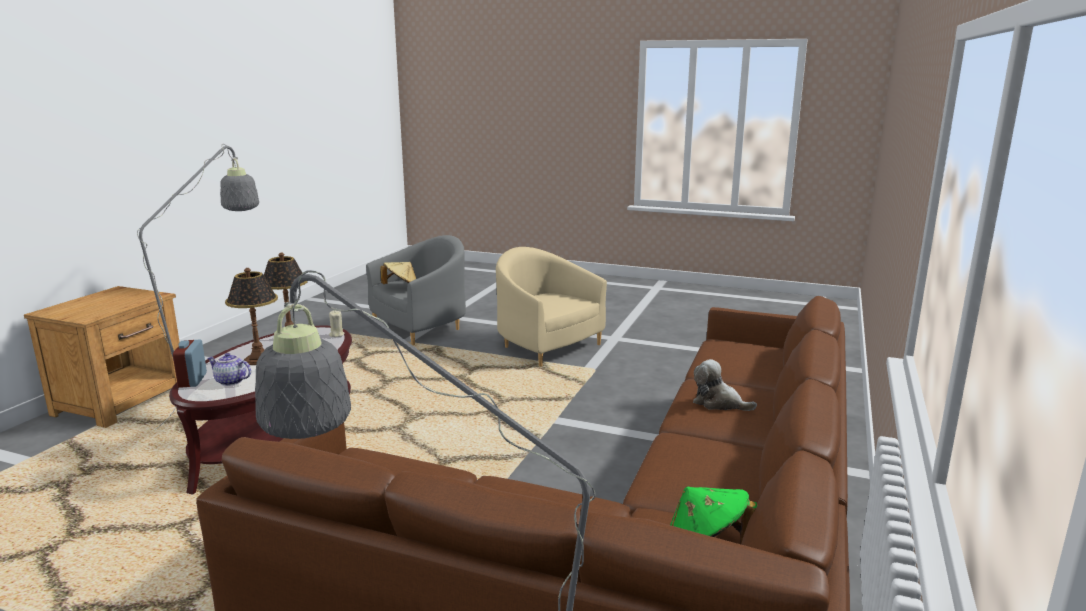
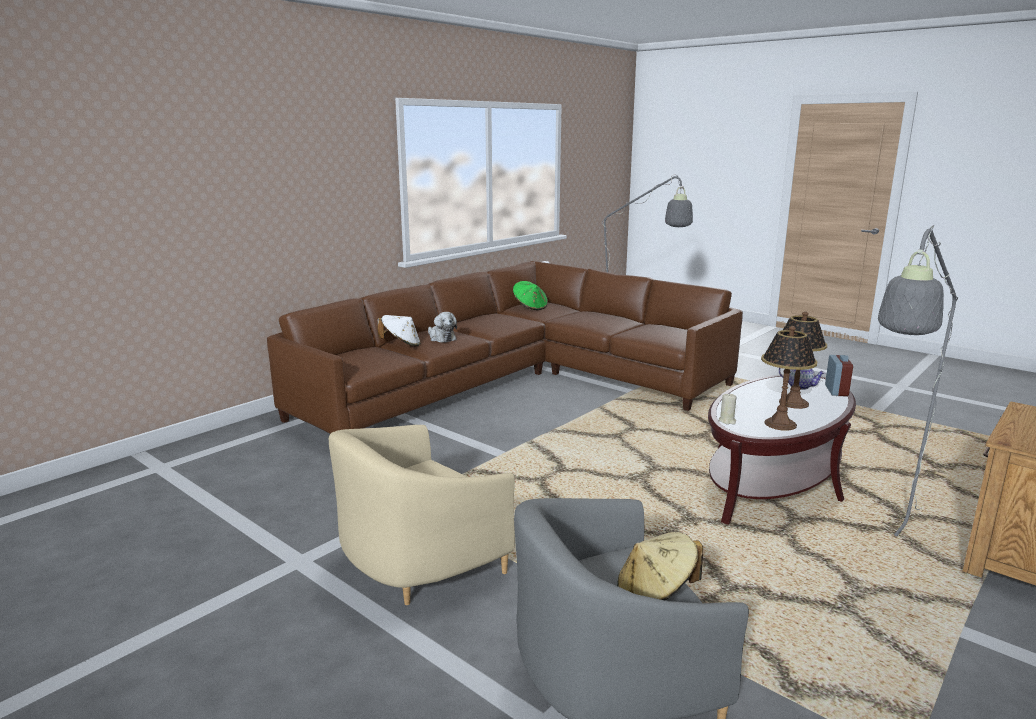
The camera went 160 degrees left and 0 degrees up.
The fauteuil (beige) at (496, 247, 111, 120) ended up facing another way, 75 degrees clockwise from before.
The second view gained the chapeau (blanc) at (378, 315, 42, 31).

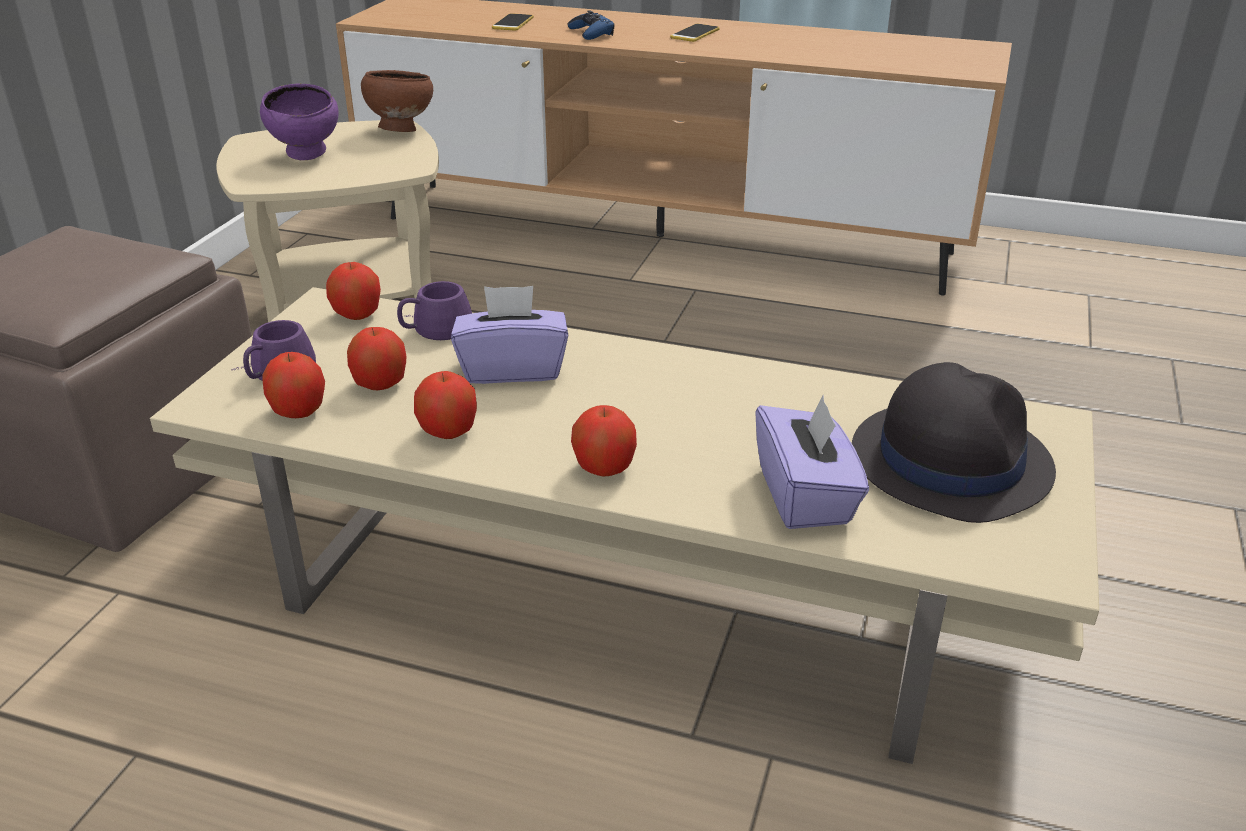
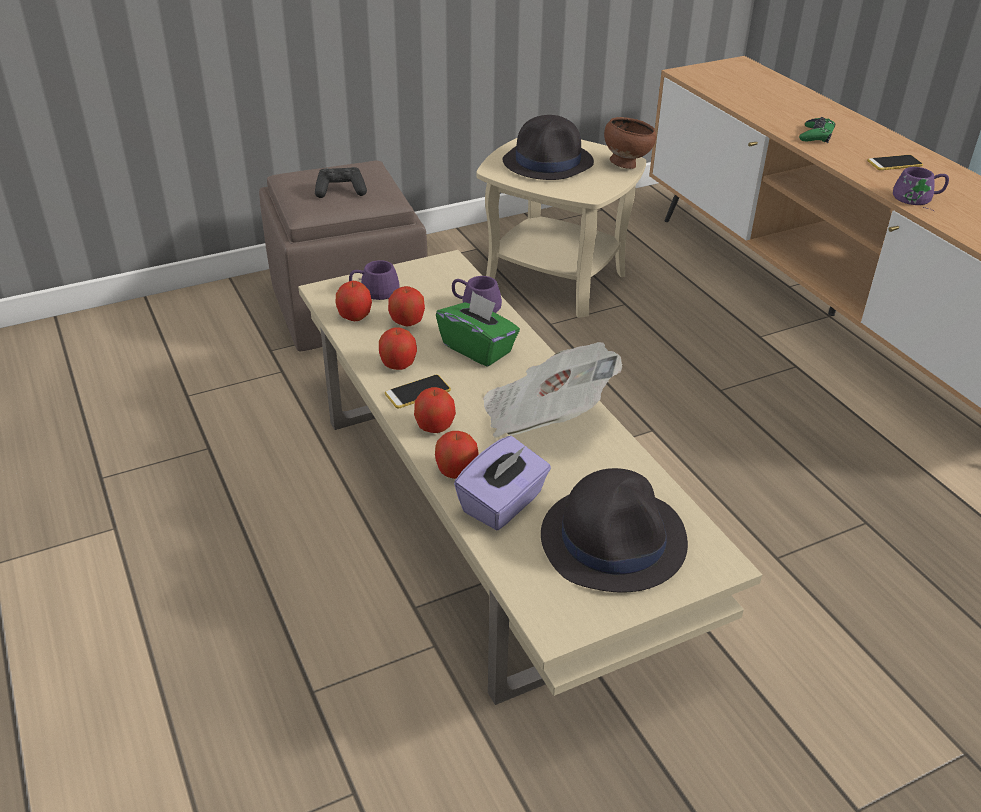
The camera went 45 degrees right and 5 degrees up.
Where the bol (violet) stood at (260, 84, 79, 76), the chapeau (noir) came to stand at (503, 115, 91, 65).
The pomme ended up elsewhere, having gone from (326, 262, 55, 58) to (435, 431, 44, 48).
What was the boîte à mouchoirs (violet) at (451, 286, 118, 98) turned into the boîte à mouchoirs (vert) at (436, 291, 84, 76).
The téléphone ended up elsewhere, having gone from (492, 13, 42, 18) to (385, 375, 66, 33).
What was the manette (bleu) at (567, 10, 48, 30) turned into the manette (vert) at (799, 117, 36, 26).
The second view gained the manette (noir) at (315, 167, 52, 31).
The second view gained the journal at (483, 342, 139, 96).
The second view gained the mug (violet) at (893, 167, 56, 44).

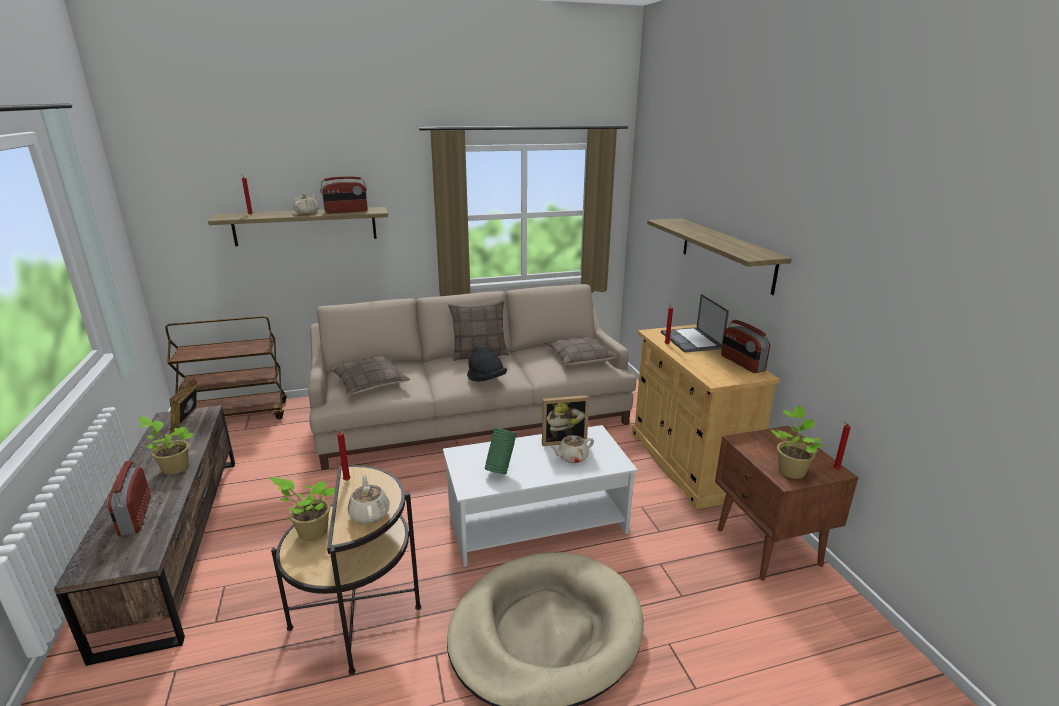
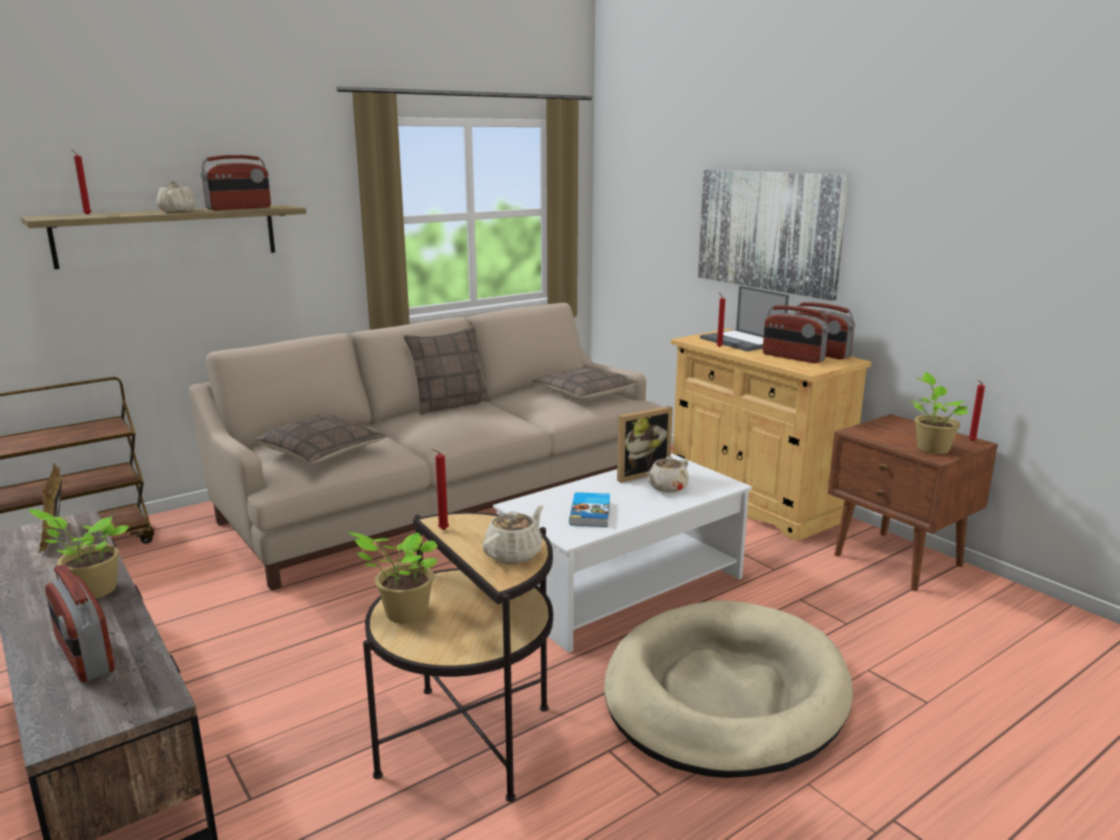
The camera went 20 degrees left and 5 degrees down.
The théière (beige) at (347, 474, 43, 50) ended up facing another way, 75 degrees clockwise from before.
The second view lost the chapeau (noir) at (467, 345, 40, 37).
Where the vase (vert) stood at (485, 428, 32, 46), the livre came to stand at (569, 492, 41, 35).
Where the étagère hung at (647, 218, 145, 77), the tableau came to hang at (698, 170, 151, 131).
The second view gained the radio at (763, 306, 66, 57).

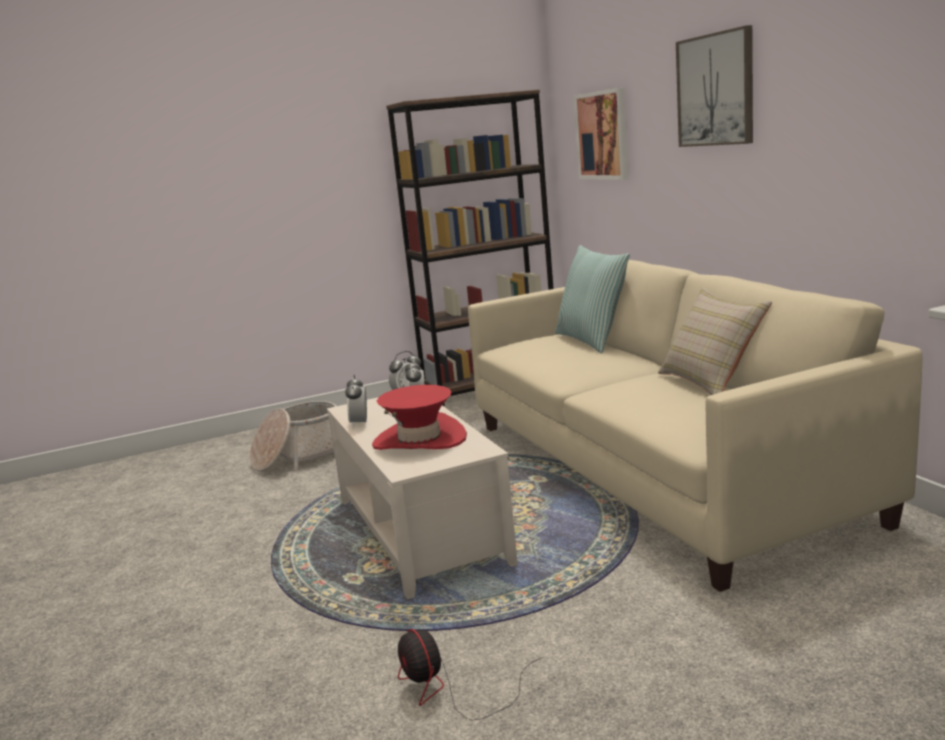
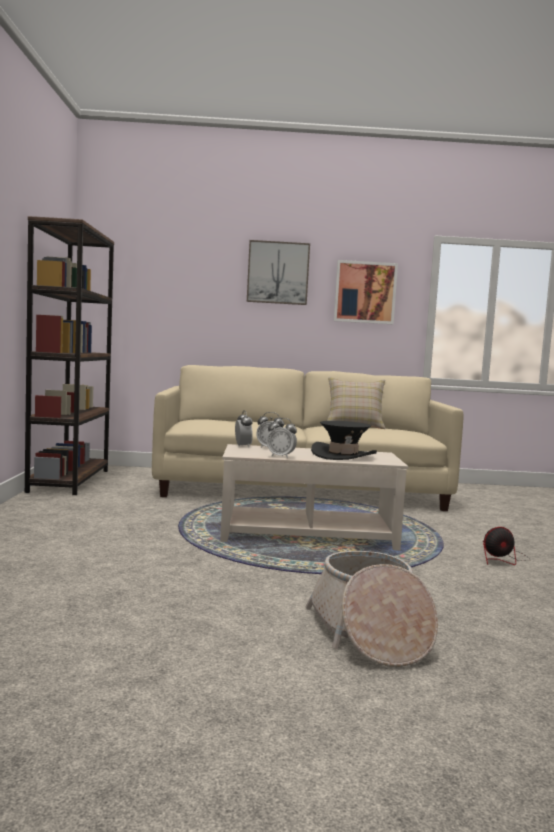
The camera went 70 degrees left and 10 degrees down.
The panier ended up elsewhere, having gone from (250, 401, 87, 71) to (305, 551, 133, 116).
What was the chapeau (rouge) at (372, 385, 95, 65) turned into the chapeau (noir) at (311, 421, 66, 39).
The second view lost the coussin at (555, 245, 75, 108).
The tableau ended up elsewhere, having gone from (574, 87, 54, 93) to (334, 260, 64, 64).

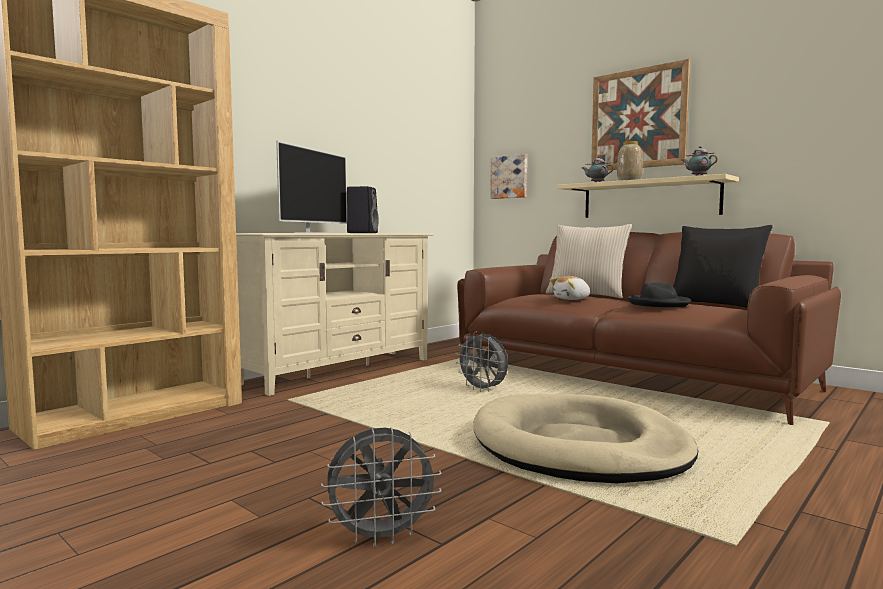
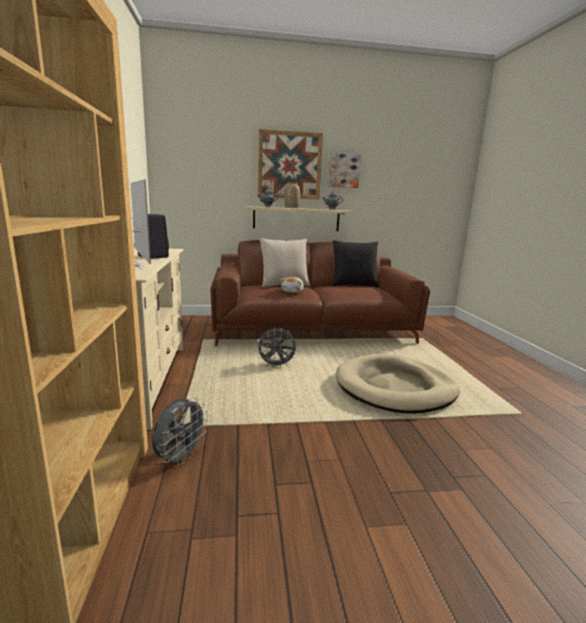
The camera went 50 degrees left and 10 degrees up.
The ventilateur (gris) ended up elsewhere, having gone from (321, 427, 120, 120) to (152, 397, 56, 70).
The tableau ended up elsewhere, having gone from (490, 154, 37, 45) to (328, 153, 33, 35).
The second view lost the chapeau (noir) at (627, 283, 64, 24).

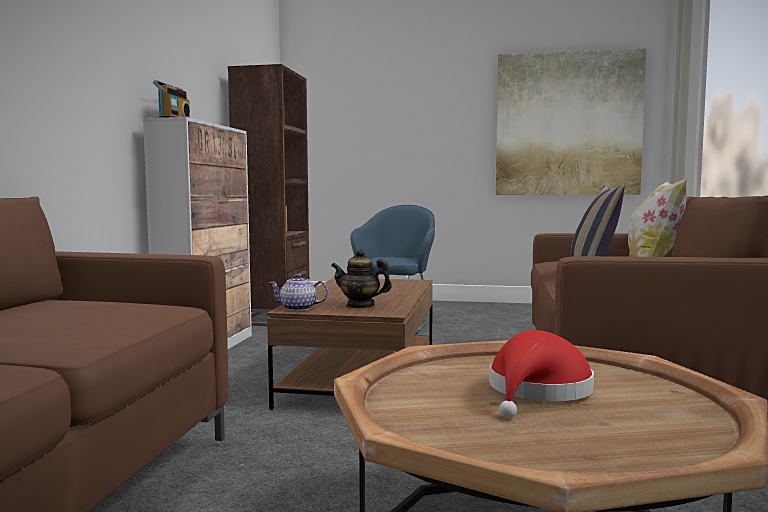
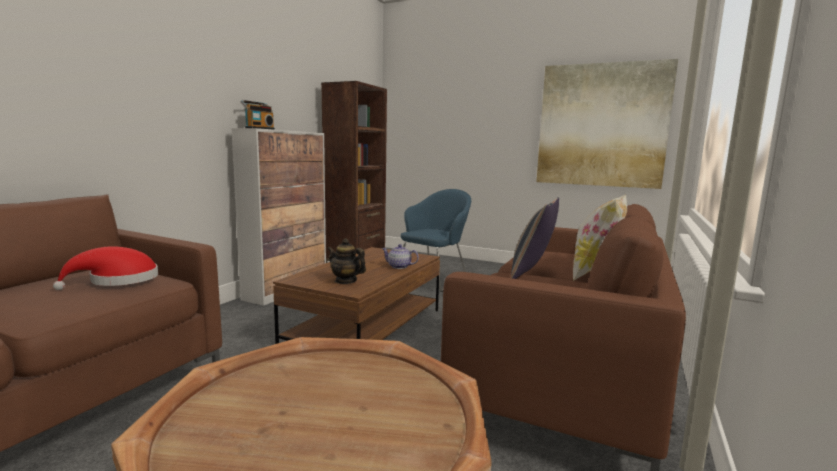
The camera went 15 degrees right and 5 degrees up.
The théière ended up elsewhere, having gone from (269, 274, 59, 37) to (381, 244, 38, 25).
The chapeau (rouge) ended up elsewhere, having gone from (489, 330, 105, 88) to (53, 246, 105, 44).

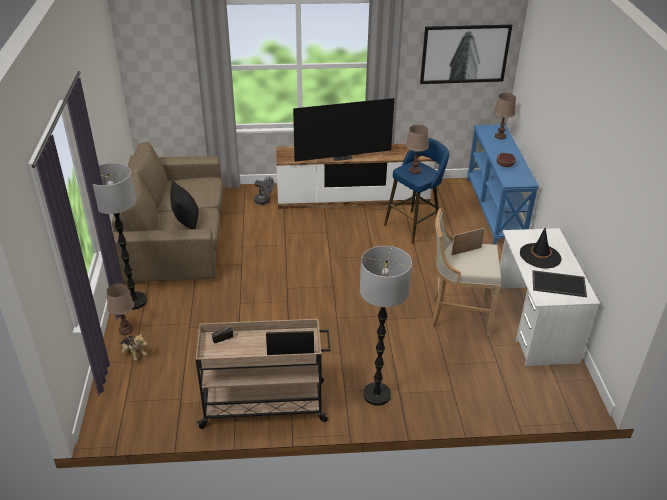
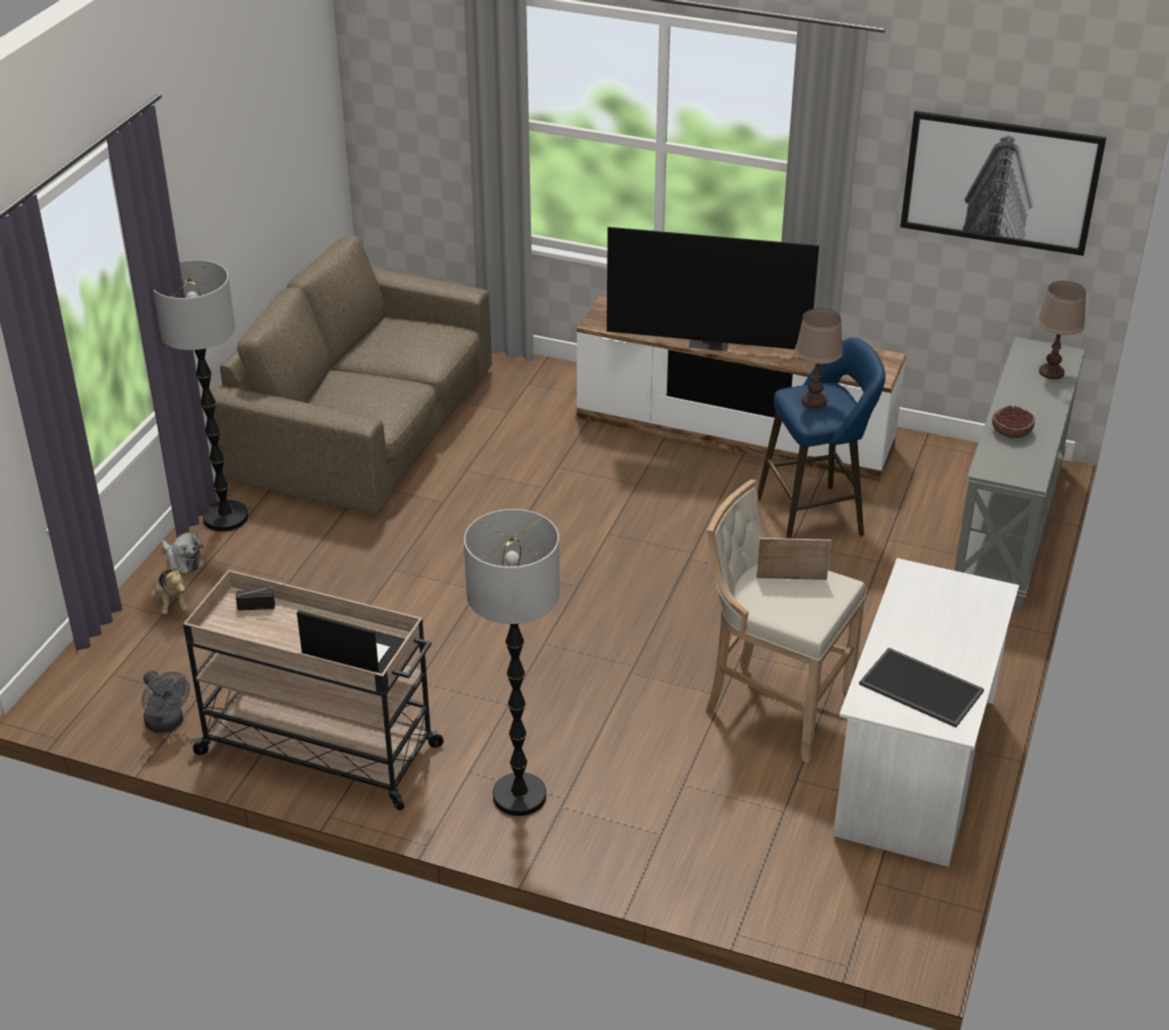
The camera went 25 degrees right and 0 degrees up.
Where the lampe de table (marron) stood at (106, 283, 28, 52), the peluche came to stand at (162, 532, 42, 41).
The second view lost the coussin (noir) at (170, 180, 29, 49).
The ventilateur (gris) ended up elsewhere, having gone from (254, 176, 20, 29) to (142, 670, 48, 63).
What was the table console (bleu) at (467, 124, 72, 121) turned into the table console (gris) at (953, 337, 133, 274).
The second view lost the chapeau (noir) at (520, 227, 42, 42).

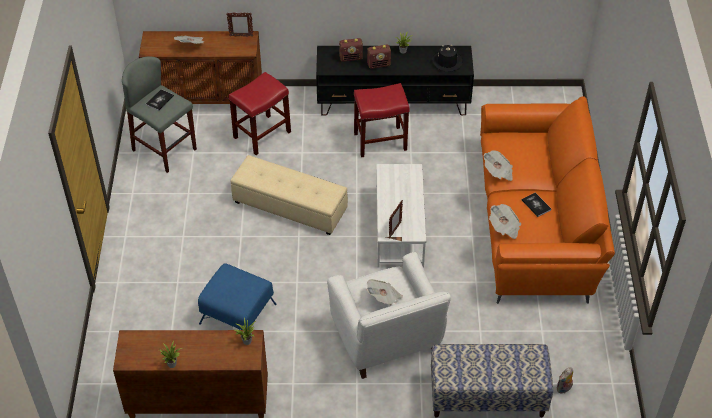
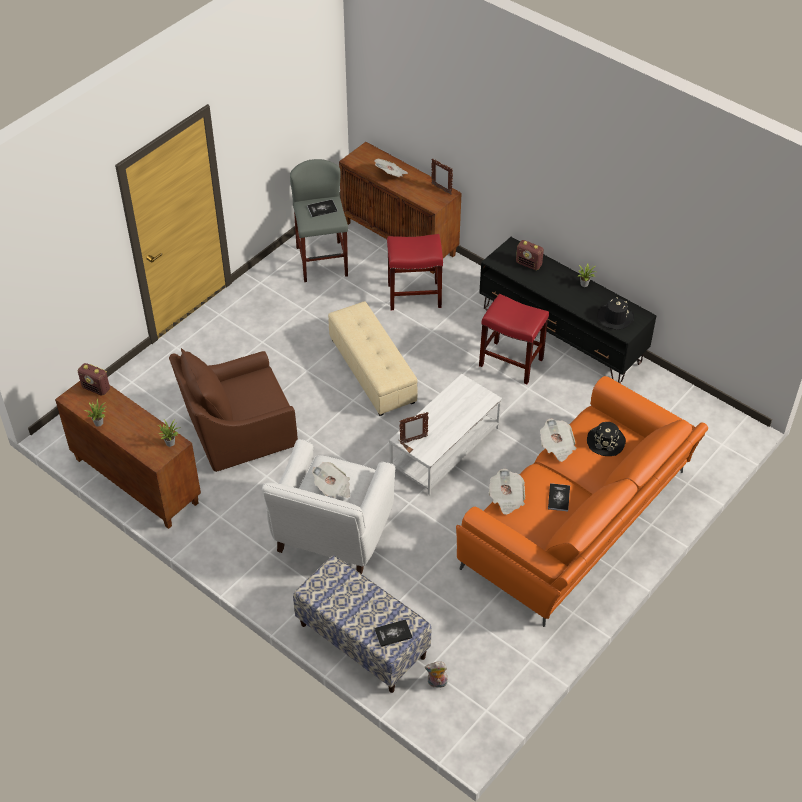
The camera went 40 degrees right and 0 degrees up.
Where the pouf (bleu) stood at (198, 263, 79, 67), the fauteuil (marron) came to stand at (169, 348, 129, 124).
The radio ended up elsewhere, having gone from (367, 45, 24, 24) to (78, 363, 32, 33).
The second view gained the livre at (374, 619, 39, 28).
The second view gained the chapeau (noir) at (587, 422, 39, 34).

